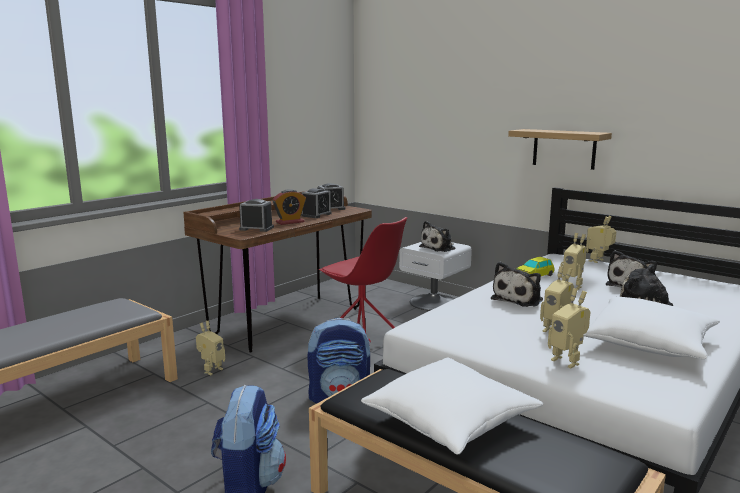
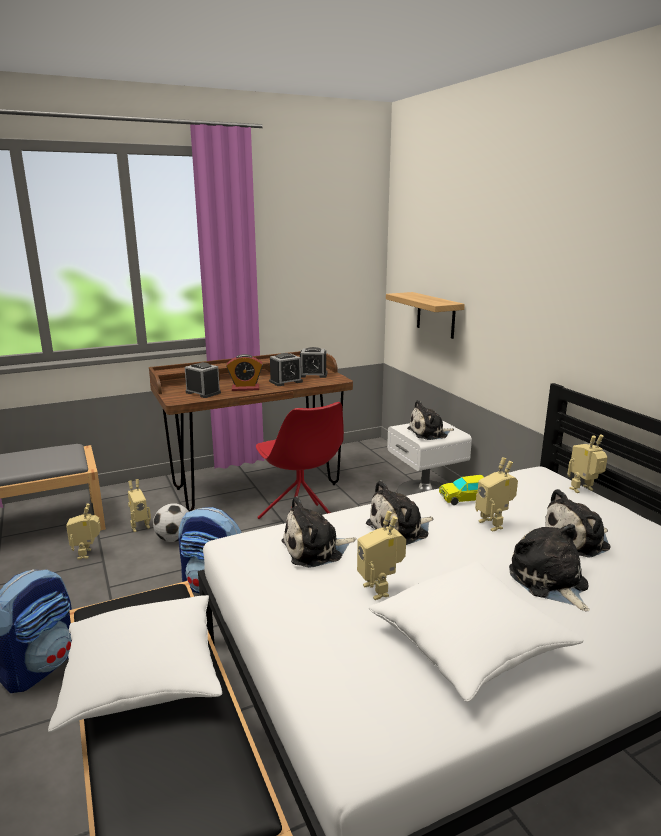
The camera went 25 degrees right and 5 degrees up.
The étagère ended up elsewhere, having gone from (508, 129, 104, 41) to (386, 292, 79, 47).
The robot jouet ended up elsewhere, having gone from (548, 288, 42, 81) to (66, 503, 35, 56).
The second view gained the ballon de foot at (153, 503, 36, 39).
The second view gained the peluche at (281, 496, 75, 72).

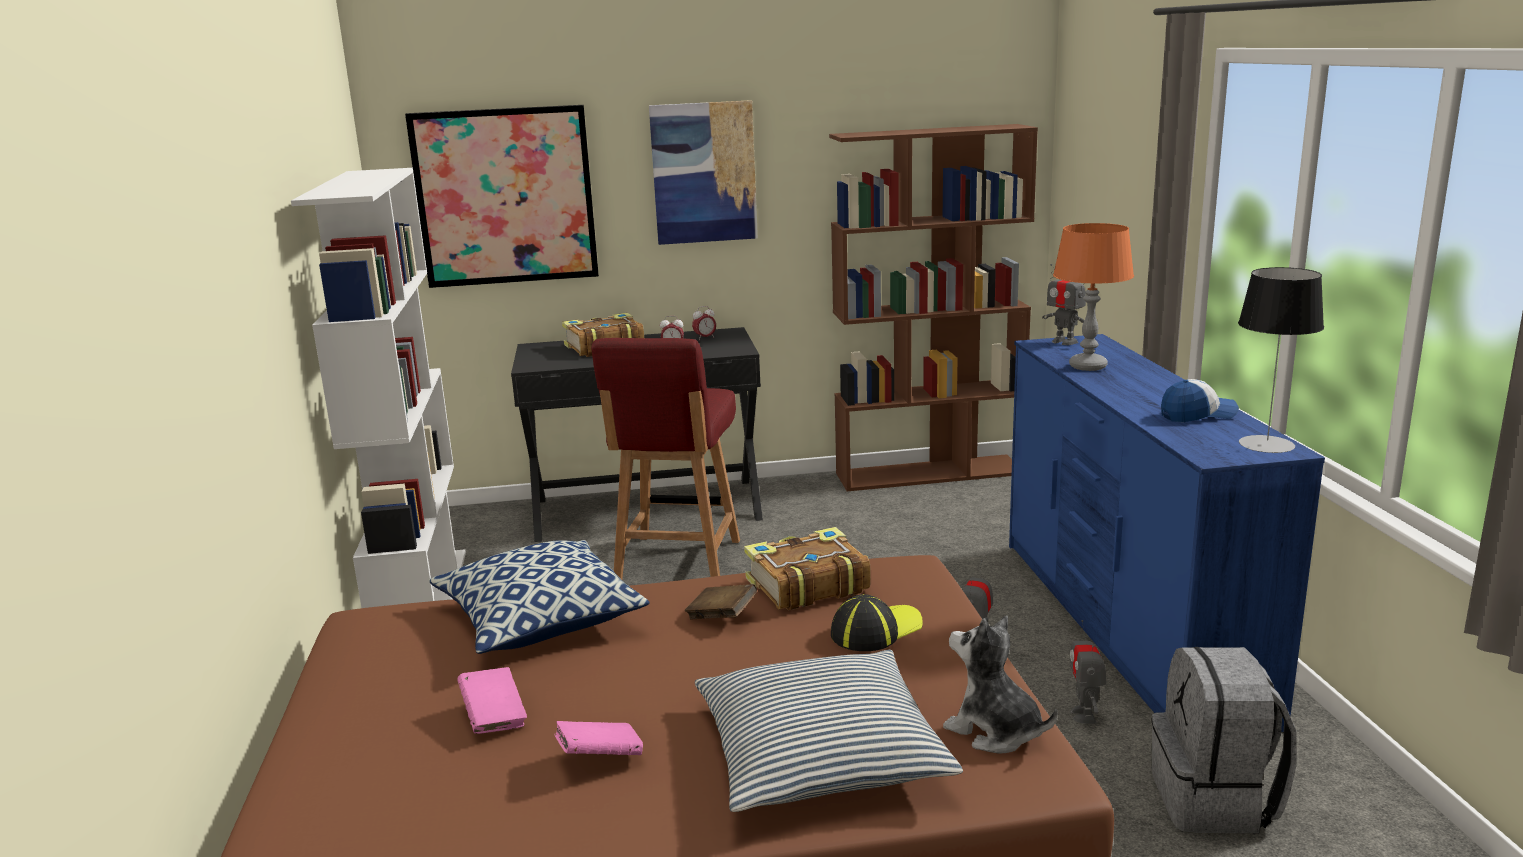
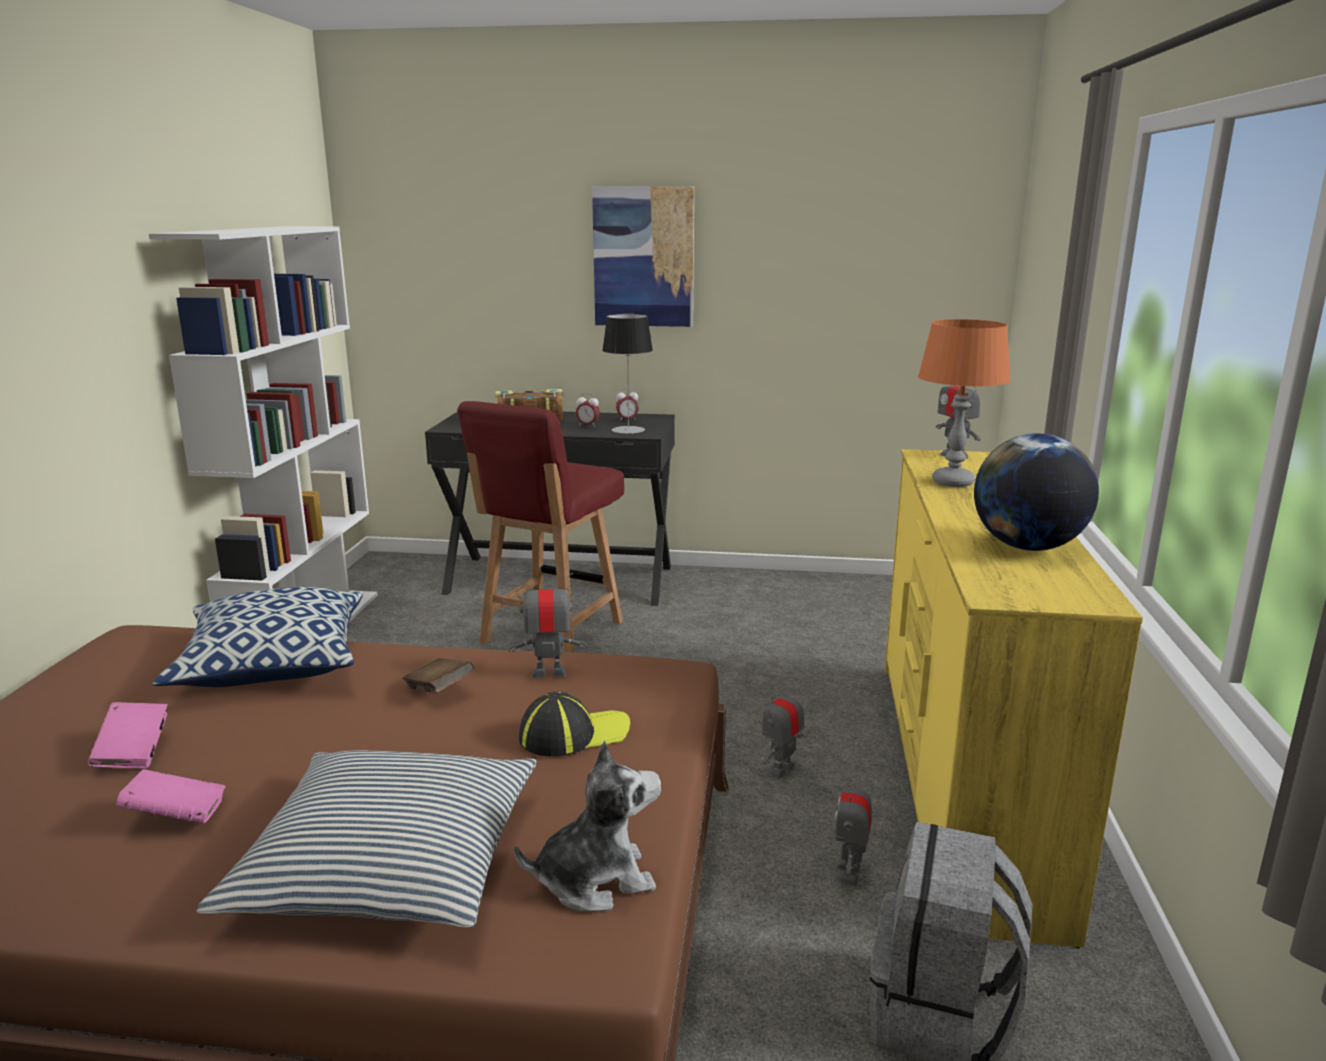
The camera went 15 degrees right and 0 degrees up.
The second view lost the tableau at (405, 105, 194, 183).
Where the livre stood at (744, 527, 127, 83), the robot jouet came to stand at (509, 573, 78, 105).
The second view lost the bibliothèque (marron) at (829, 124, 209, 367).
The peluche at (943, 615, 114, 139) ended up facing another way, 105 degrees clockwise from before.
What was the commode (bleu) at (1009, 334, 316, 399) turned into the commode (jaune) at (885, 449, 258, 500).
Where the casquette stood at (1161, 379, 78, 43), the globe came to stand at (974, 433, 125, 118).
The lampe de table ended up elsewhere, having gone from (1238, 267, 86, 186) to (602, 314, 51, 120).

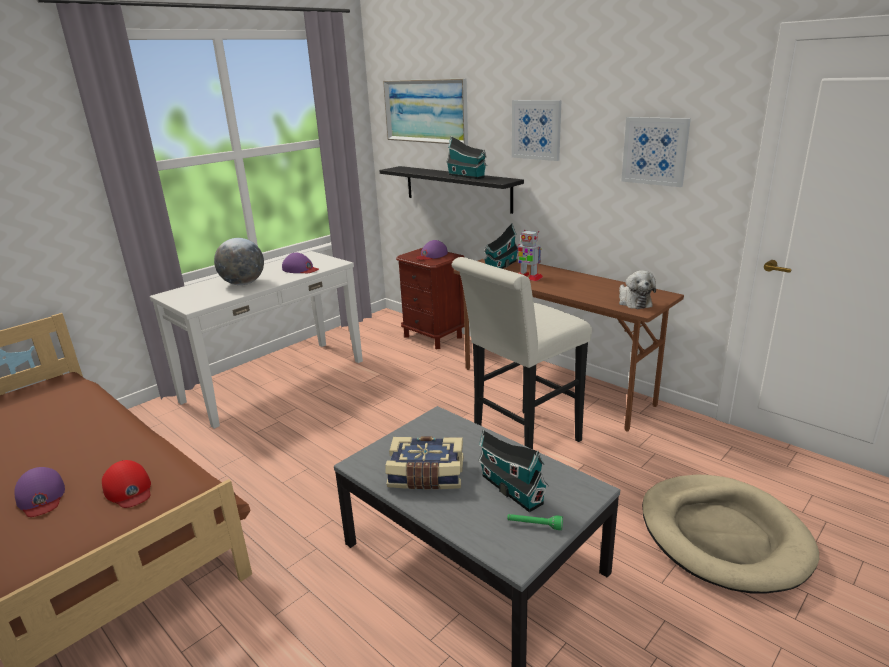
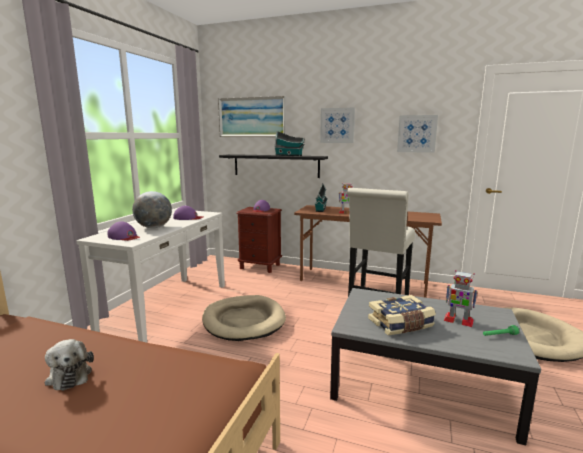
The camera went 25 degrees left and 10 degrees down.
The casquette (violet) ended up elsewhere, having gone from (14, 467, 51, 50) to (107, 221, 33, 20).
The second view lost the casquette (rouge) at (102, 460, 49, 48).
Where the maison miniature stood at (478, 429, 71, 83), the robot jouet came to stand at (444, 270, 34, 57).
The peluche ended up elsewhere, having gone from (619, 270, 37, 39) to (45, 339, 49, 52).
The second view gained the panier pour chien (beige) at (202, 295, 84, 46).

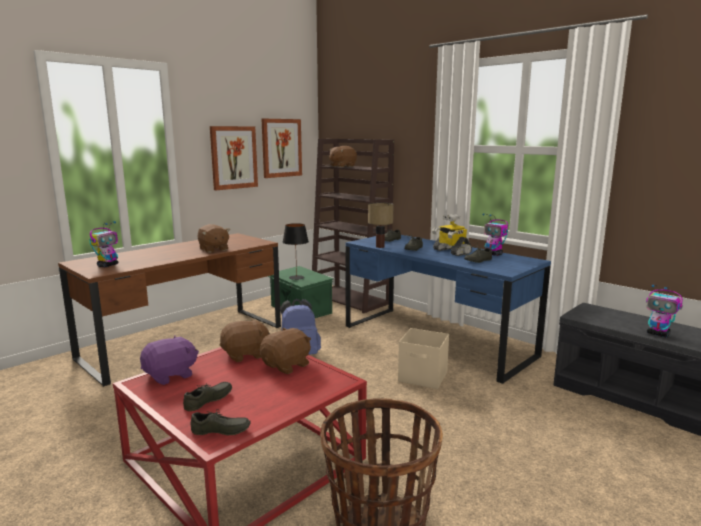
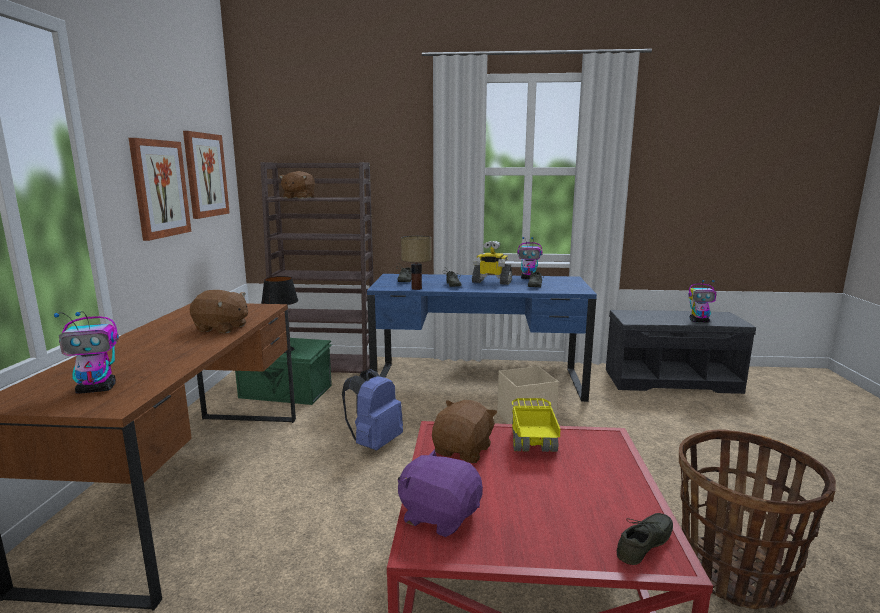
The camera went 40 degrees left and 0 degrees up.
The robot jouet at (89, 221, 29, 46) ended up facing another way, 90 degrees clockwise from before.
The peluche (violet) at (140, 336, 59, 49) ended up facing another way, 75 degrees counterclockwise from before.
The second view lost the chaussure (gris) at (183, 382, 49, 29).
Where the peluche (marron) stood at (260, 328, 51, 46), the camion jouet came to stand at (512, 398, 48, 54).

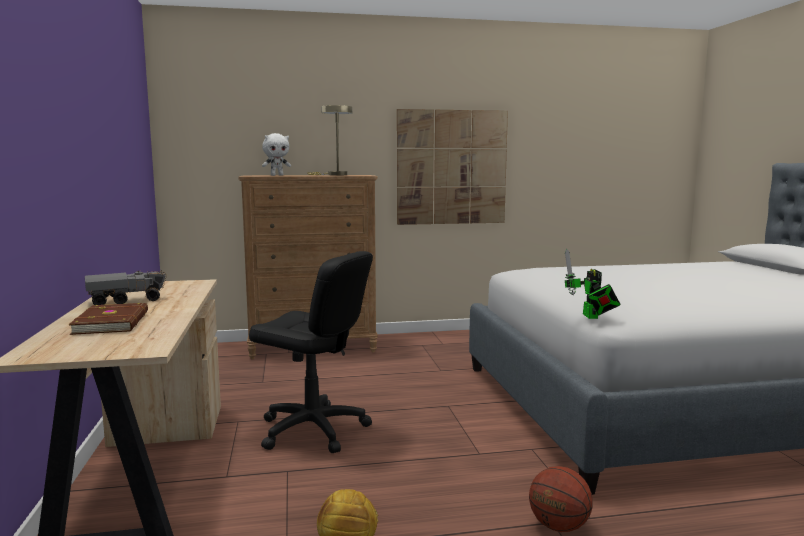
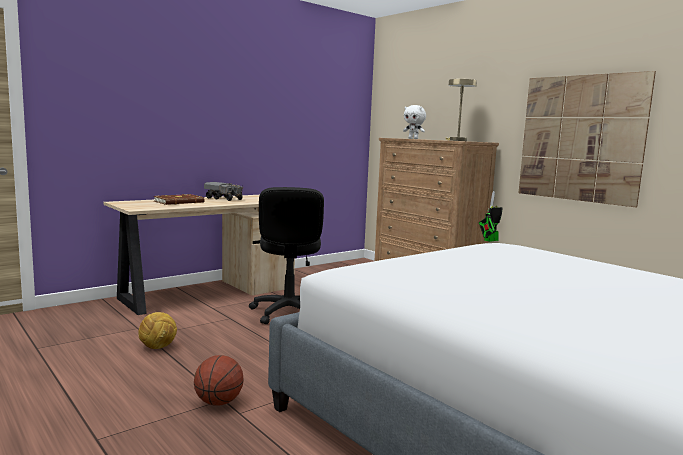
The camera went 60 degrees right and 0 degrees up.
The robot jouet ended up elsewhere, having gone from (565, 249, 56, 70) to (479, 191, 23, 51).

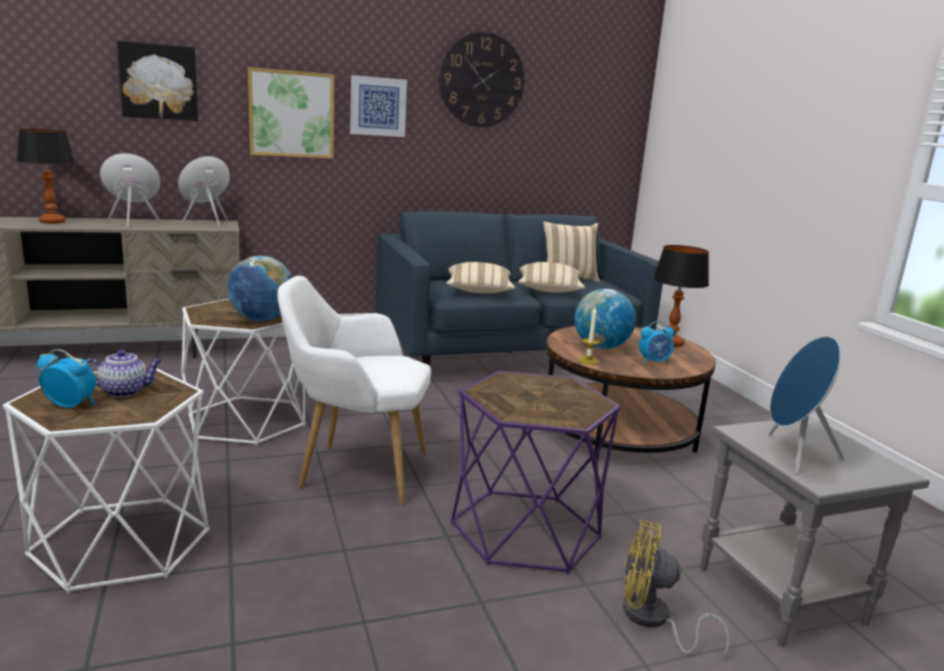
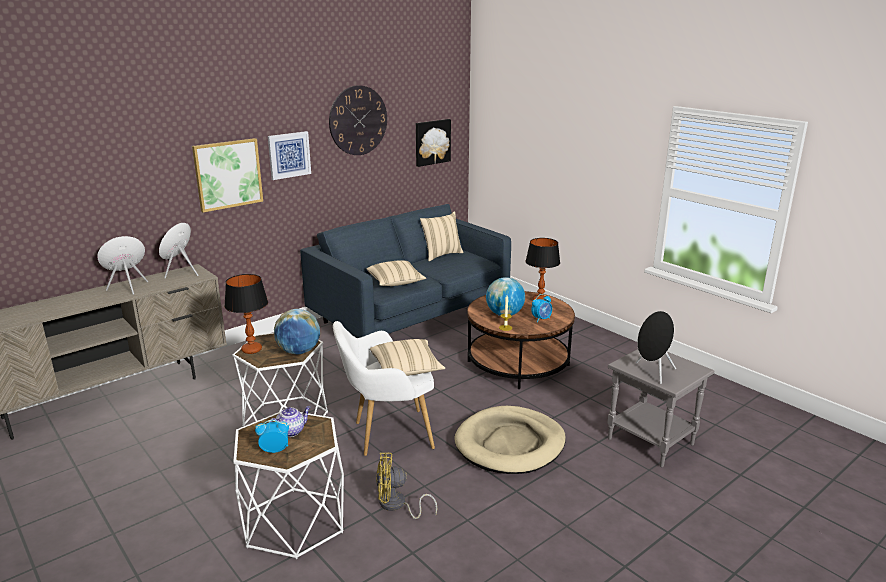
The camera went 20 degrees left and 5 degrees up.
The lampe de table ended up elsewhere, having gone from (17, 129, 57, 95) to (224, 274, 44, 80).
The tableau ended up elsewhere, having gone from (117, 41, 81, 80) to (416, 119, 35, 48).
Where the table d'appoint (violet) stood at (451, 371, 170, 203), the panier pour chien (beige) came to stand at (454, 406, 112, 68).
The coussin (beige) ended up elsewhere, having gone from (518, 262, 67, 30) to (370, 339, 75, 37).
The ventilateur (jaune) ended up elsewhere, having gone from (623, 520, 107, 140) to (376, 453, 61, 66).
What was the enceinte (bleu) at (769, 336, 76, 139) turned into the enceinte (noir) at (636, 311, 40, 73).

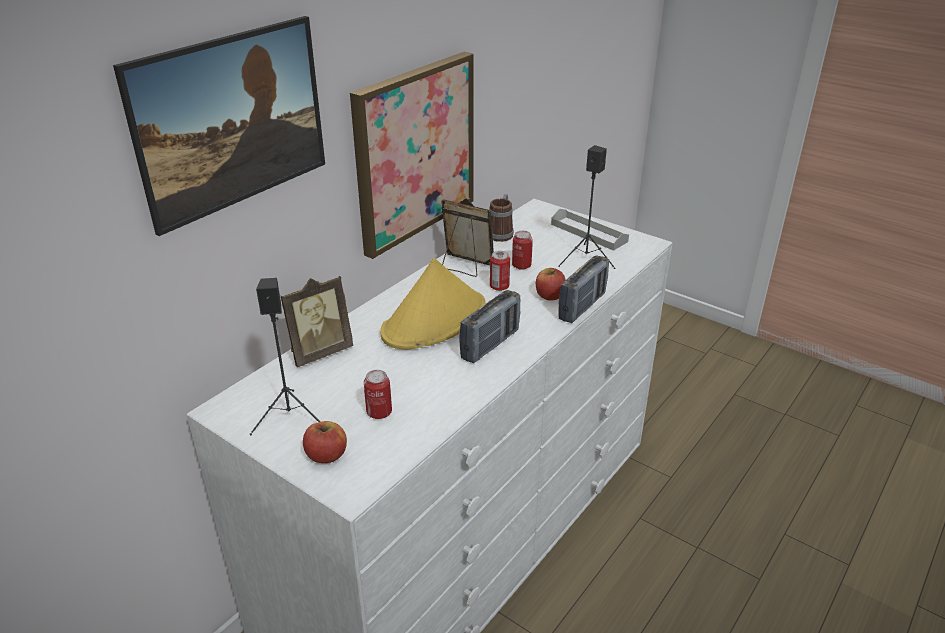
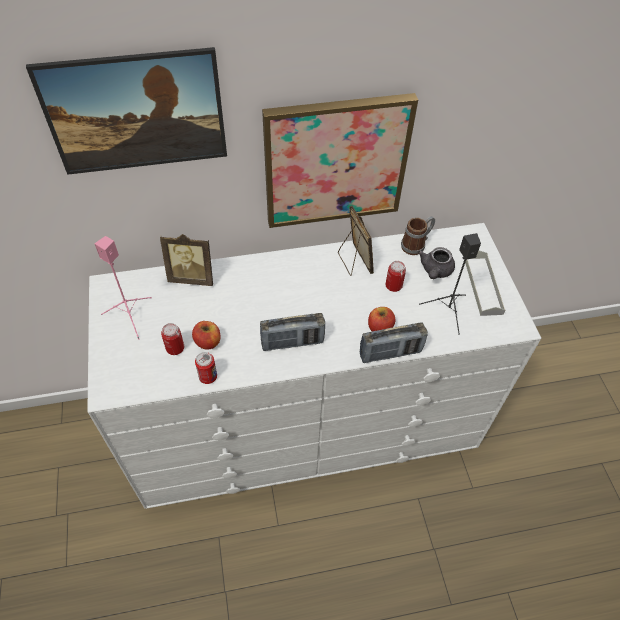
The camera went 40 degrees right and 20 degrees up.
What was the enceinte (noir) at (250, 278, 70, 157) turned into the enceinte (rose) at (94, 236, 58, 103).
The pomme ended up elsewhere, having gone from (303, 421, 44, 42) to (192, 321, 28, 29).
The second view lost the chapeau (jaune) at (381, 258, 105, 91).
The boîte métallique ended up elsewhere, having gone from (490, 251, 20, 40) to (195, 352, 22, 32).
The second view gained the théière (gris) at (418, 247, 37, 32).

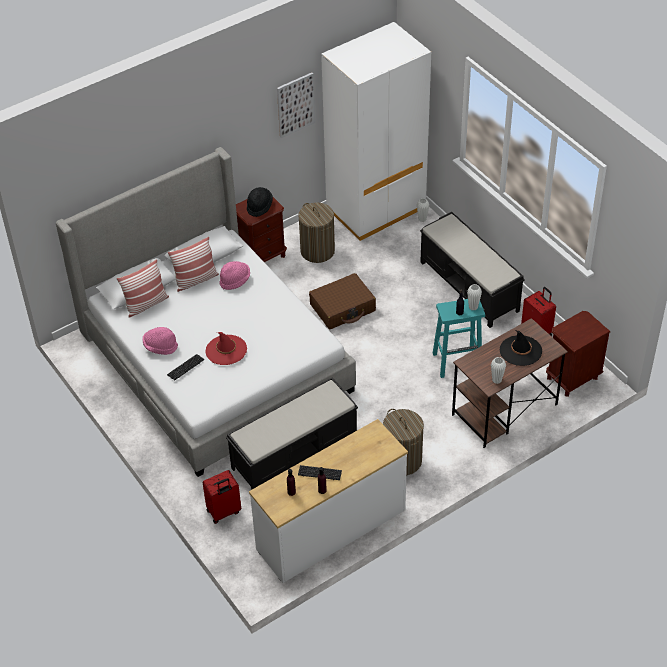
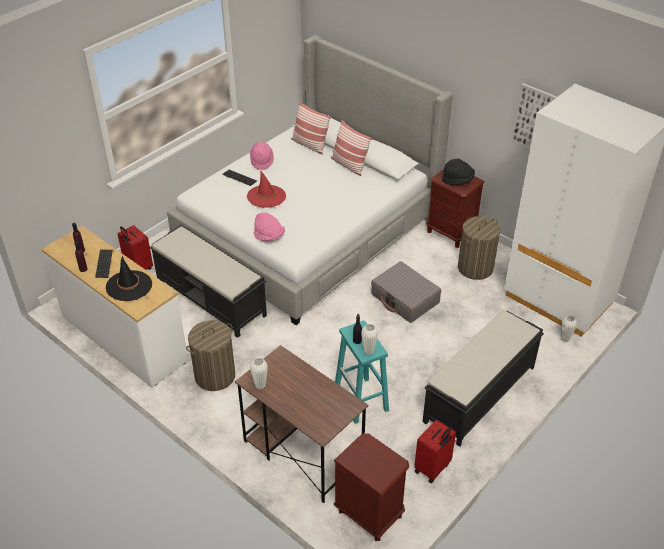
The camera went 75 degrees right and 5 degrees down.
The chapeau (rose) ended up elsewhere, having gone from (220, 261, 30, 29) to (254, 213, 31, 28).
What was the valise (marron) at (309, 273, 67, 56) turned into the valise (gris) at (371, 261, 70, 62).
The chapeau (noir) ended up elsewhere, having gone from (500, 330, 42, 36) to (106, 255, 46, 46).

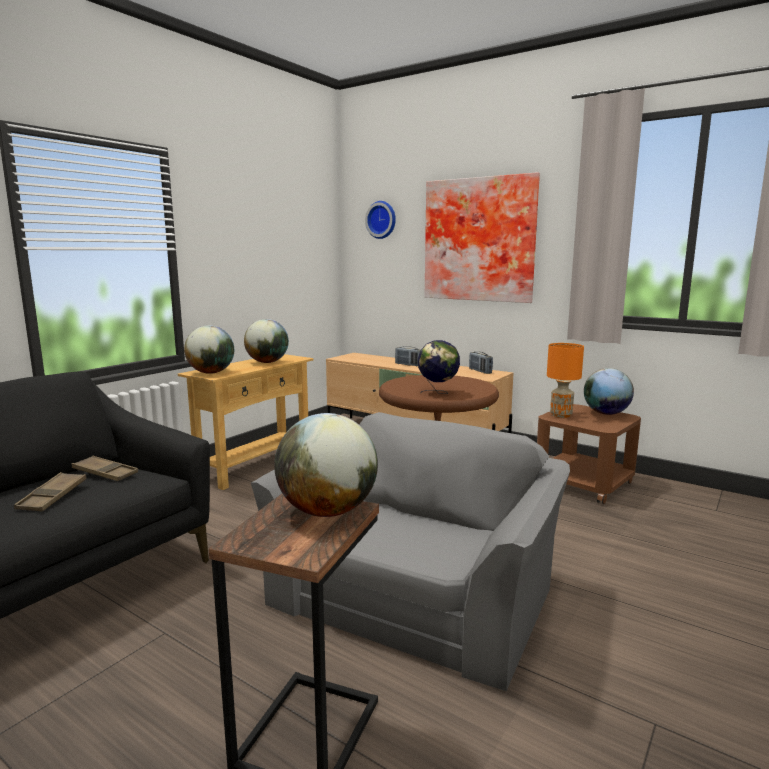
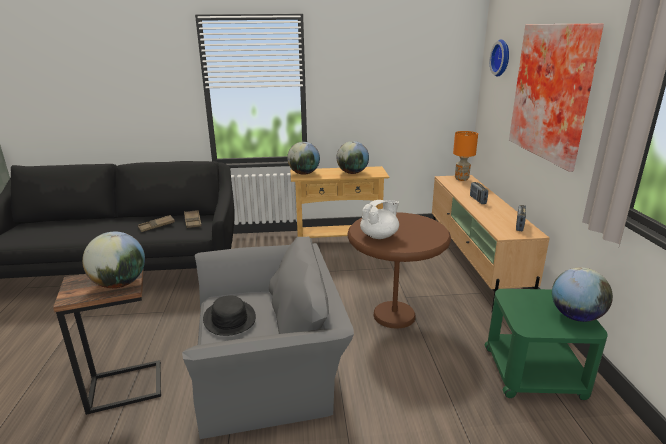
The camera went 50 degrees right and 10 degrees up.
Where the globe stood at (418, 340, 42, 54), the théière (blanc) came to stand at (360, 200, 39, 39).
What was the table d'appoint (marron) at (537, 404, 104, 100) turned into the table d'appoint (vert) at (484, 289, 124, 111).
The lampe de table (orange) ended up elsewhere, having gone from (547, 343, 37, 75) to (453, 131, 25, 50).
The second view gained the chapeau (noir) at (203, 296, 53, 40).

